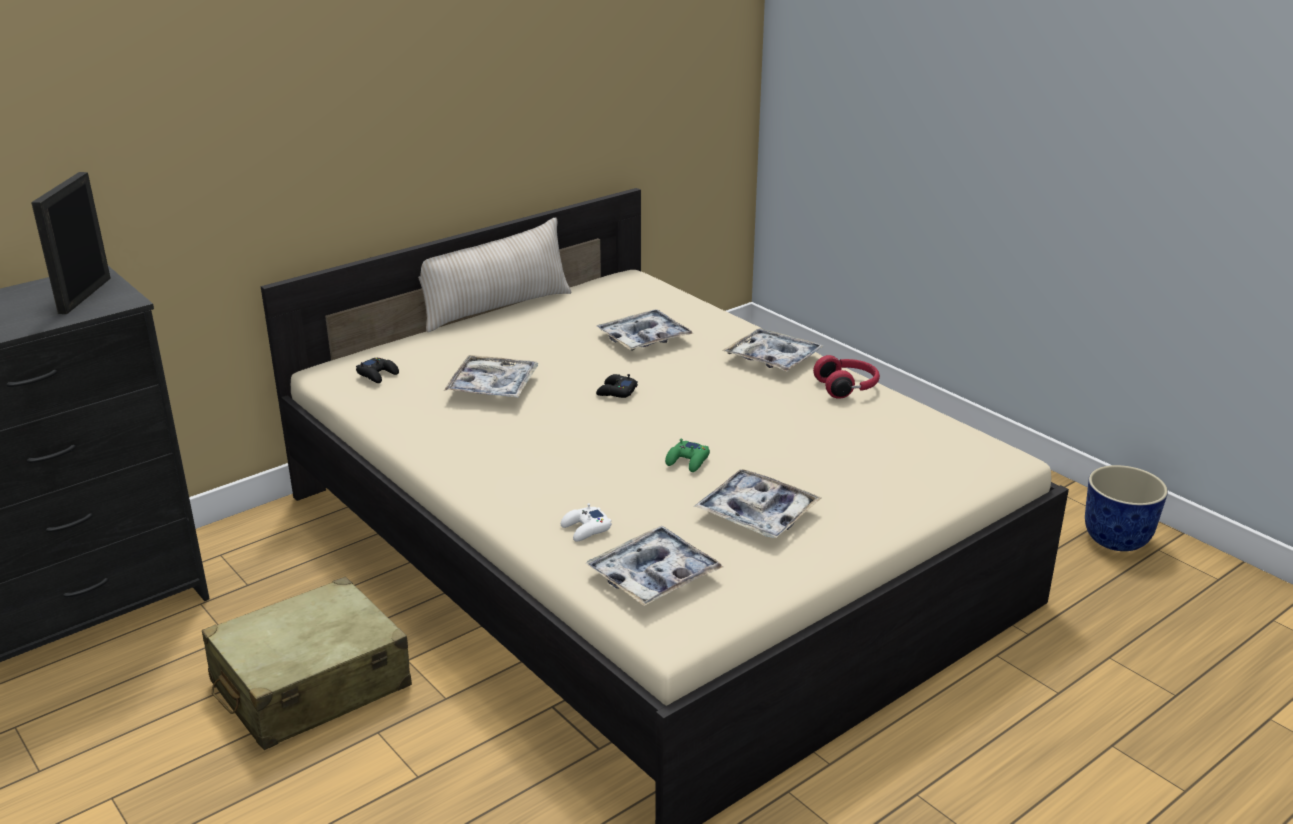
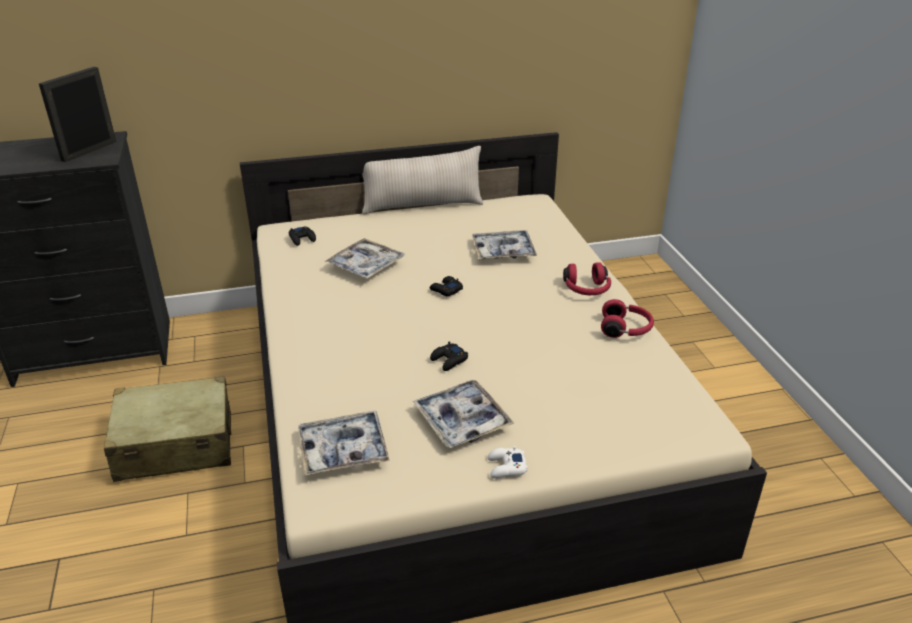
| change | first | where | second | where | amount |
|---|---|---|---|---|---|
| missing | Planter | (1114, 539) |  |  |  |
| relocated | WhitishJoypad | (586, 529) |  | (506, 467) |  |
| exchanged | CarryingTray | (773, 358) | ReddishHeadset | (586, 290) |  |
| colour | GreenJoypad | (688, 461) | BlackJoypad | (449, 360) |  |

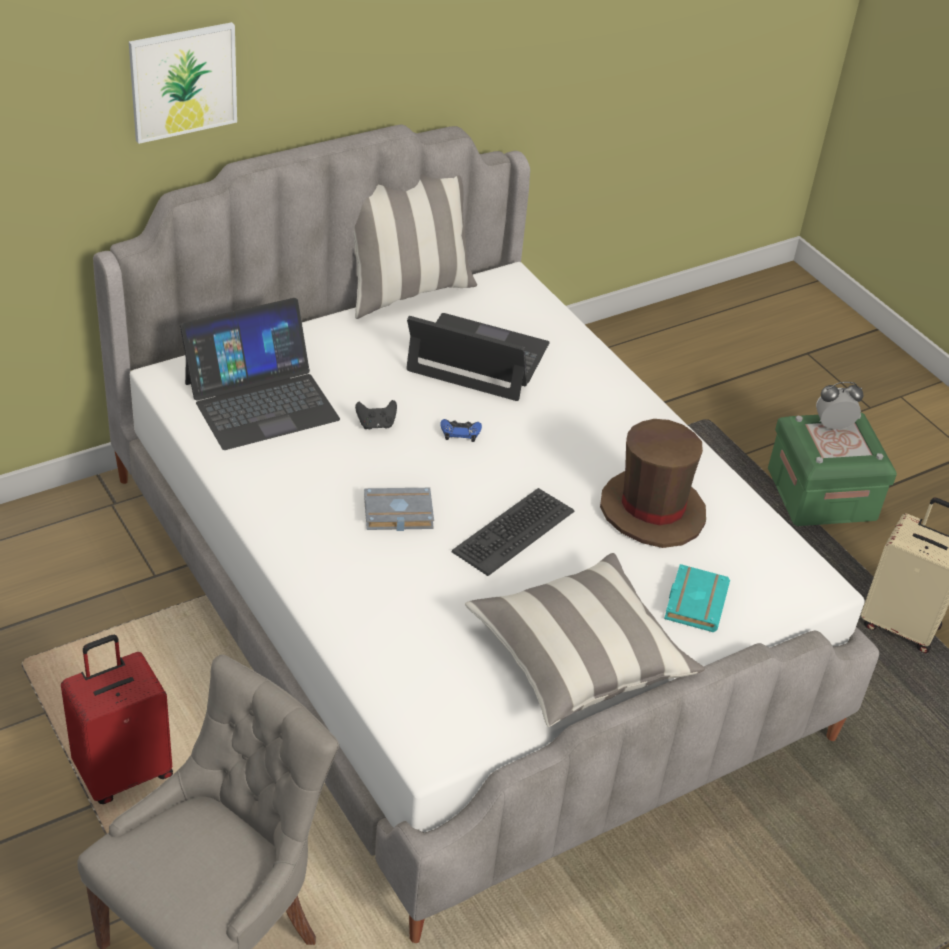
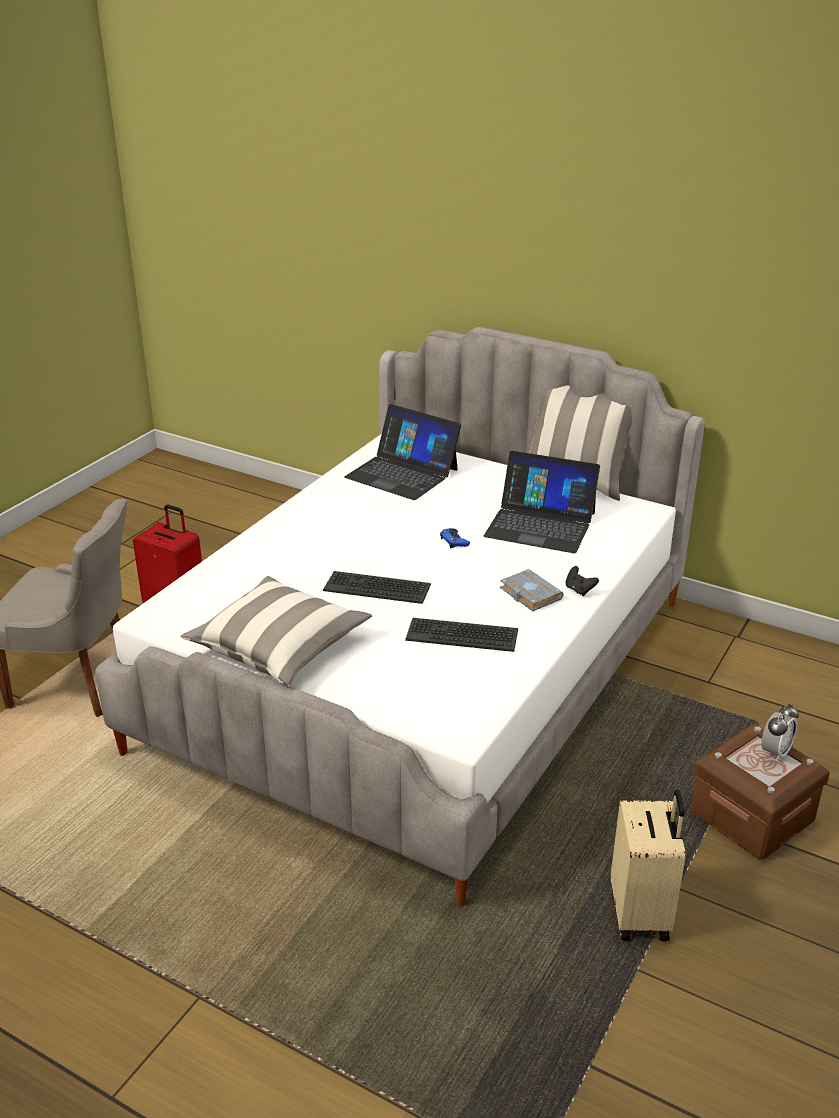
| change | first | where | second | where | amount |
|---|---|---|---|---|---|
| missing | Picture | (183, 81) |  |  |  |
| missing | BlueGreenVolume | (693, 601) |  |  |  |
| relocated | BlackJoypad | (376, 424) |  | (579, 590) |  |
| relocated | GreyishVolume | (397, 514) |  | (528, 594) |  |
| exchanged | BrownWearableHat | (652, 510) | ComputerKeyboard | (462, 635) |  |
| colour | GreenStorageBin | (821, 494) | BrownStorageBin | (751, 815) |  |
| spun | PortableComputer | (477, 358) |  | (540, 524) | 120 degrees clockwise |
| spun | TableClock | (833, 426) |  | (775, 752) | 75 degrees clockwise |

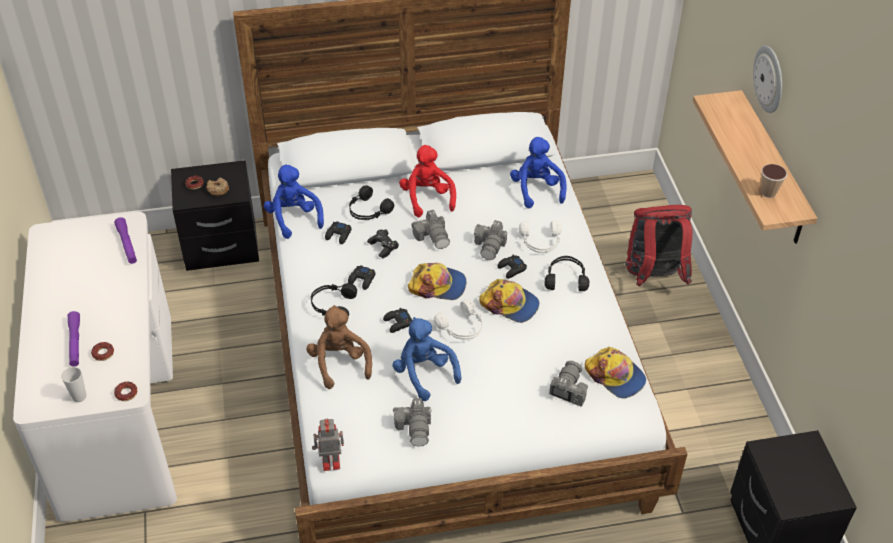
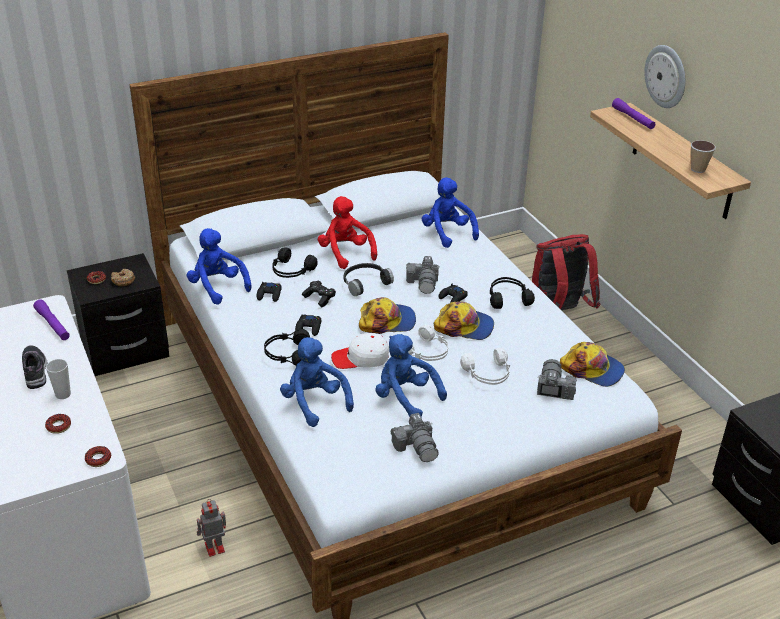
| change | first | where | second | where | amount |
|---|---|---|---|---|---|
| appeared |  |  | ItemOfFootwear | (35, 371) |  |
| relocated | DrinkingCup | (79, 397) |  | (63, 394) |  |
| relocated | PurplishHandTorch | (75, 342) |  | (633, 119) |  |
| relocated | RobotFigure | (329, 462) |  | (213, 547) |  |
| relocated | WhitishHeadset | (540, 242) |  | (488, 374) |  |
| exchanged | BlackJoypad | (397, 323) | WhitishPeakedCap | (361, 358) |  |
| exchanged | PhotoCamera | (433, 236) | BlackHeadset | (365, 283) |  |
| colour | BrownSoftToy | (339, 363) | BlueSoftToy | (314, 402) |  |

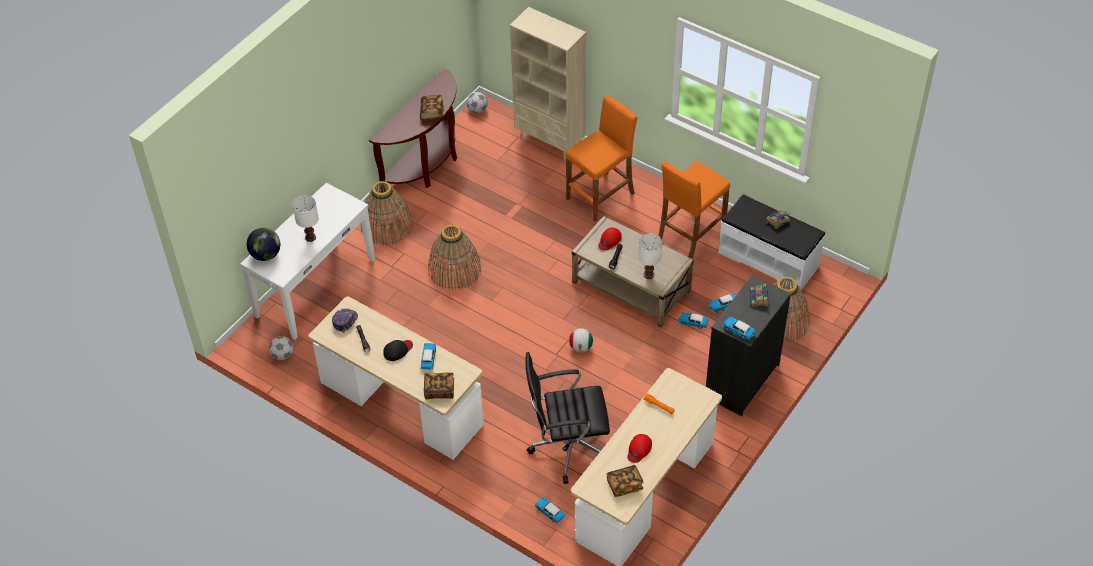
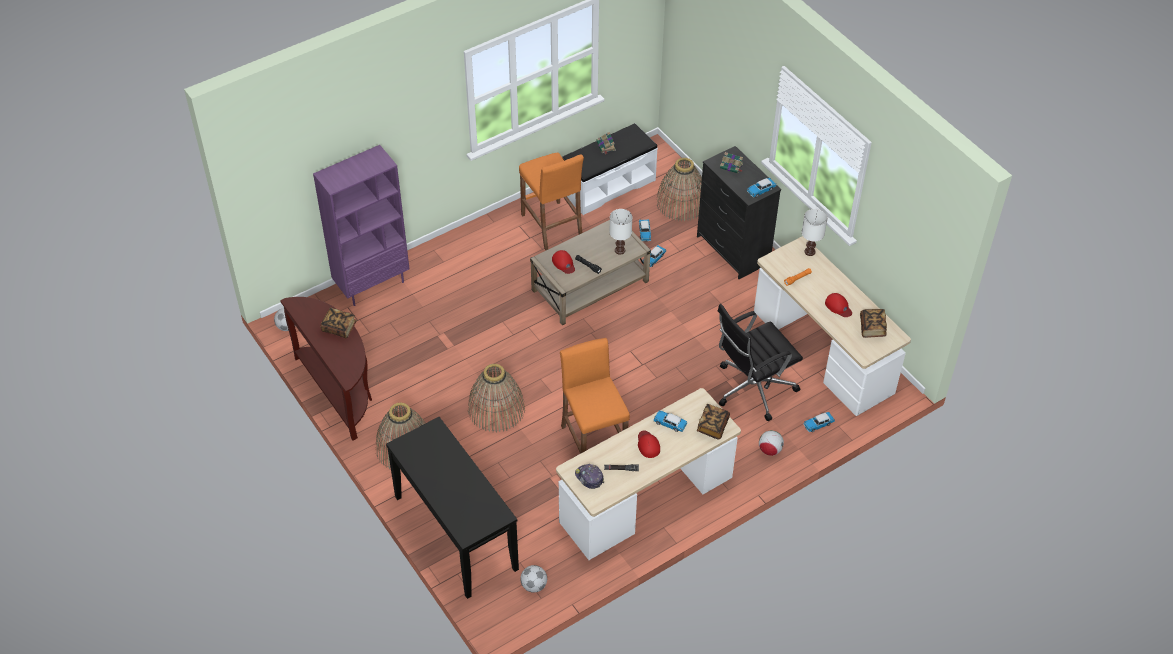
| change | first | where | second | where | amount |
|---|---|---|---|---|---|
| missing | Globe | (266, 255) |  |  |  |
| relocated | WhitishTableLamp | (310, 237) |  | (809, 252) |  |
| relocated | OrangeColouredStool | (601, 196) |  | (593, 443) |  |
| relocated | Football | (581, 347) |  | (770, 450) |  |
| colour | WhitishConsoleTable | (315, 287) | BlackConsoleTable | (455, 533) |  |
| colour | BlackPeakedCap | (398, 350) | ReddishPeakedCap | (648, 445) |  |
| colour | BeigeColouredShelvingUnit | (551, 143) | PurplishShelvingUnit | (372, 284) |  |
| spun | BlackOfficeChair | (568, 447) |  | (752, 389) | 45 degrees clockwise |

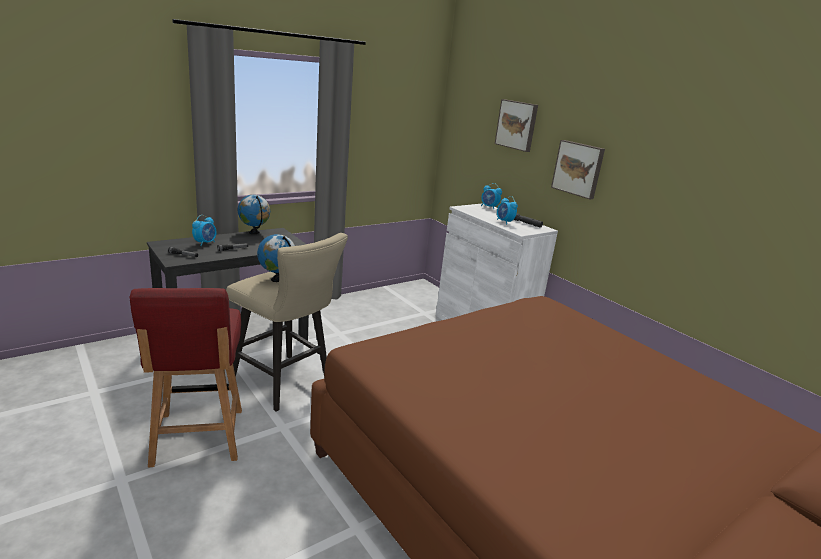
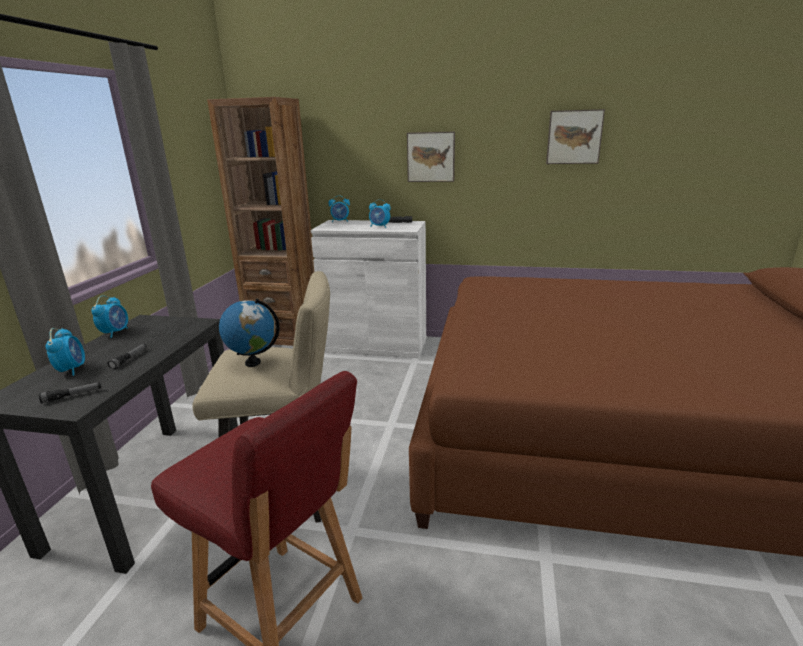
| change | first | where | second | where | amount |
|---|---|---|---|---|---|
| appeared |  |  | BrownShelvingUnit | (285, 340) |  |
| relocated | Picture | (517, 125) |  | (574, 137) |  |
| exchanged | Globe | (254, 232) | TableClock | (115, 332) |  |

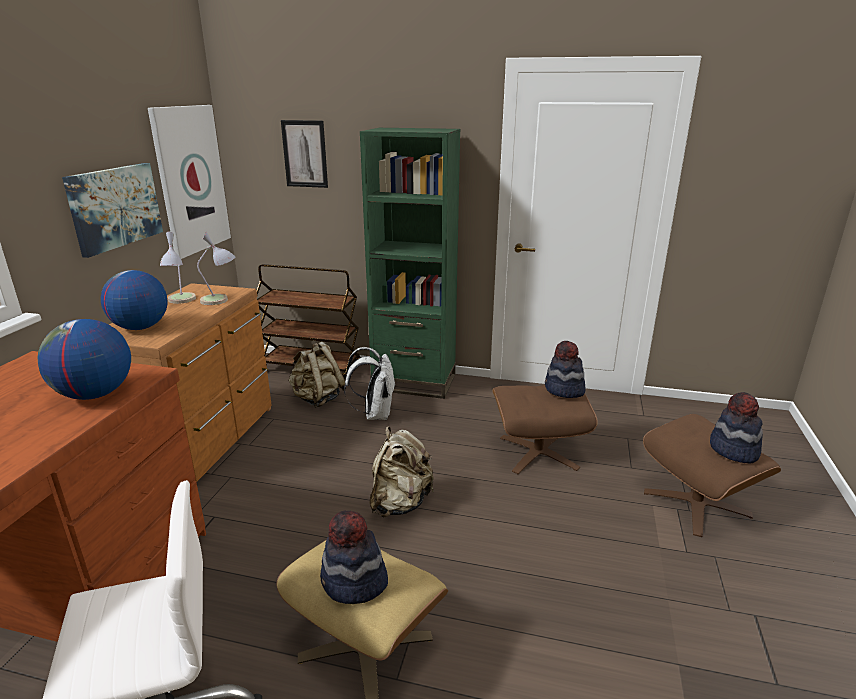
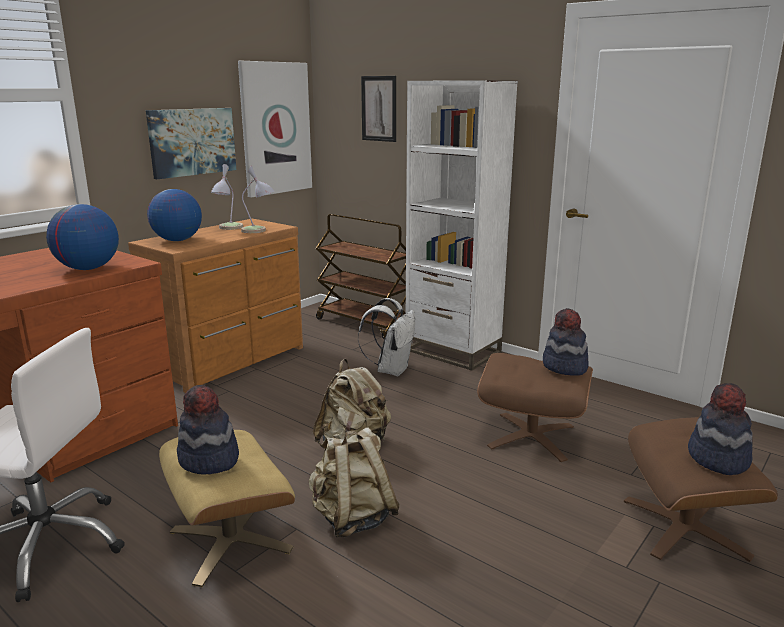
| change | first | where | second | where | amount |
|---|---|---|---|---|---|
| relocated | BeigeColouredBackpack | (318, 399) |  | (352, 518) |  |
| colour | GreenShelvingUnit | (414, 382) | WhitishShelvingUnit | (452, 351) |  |

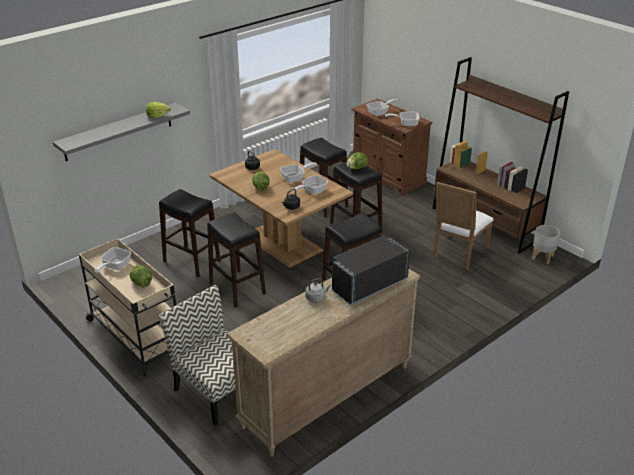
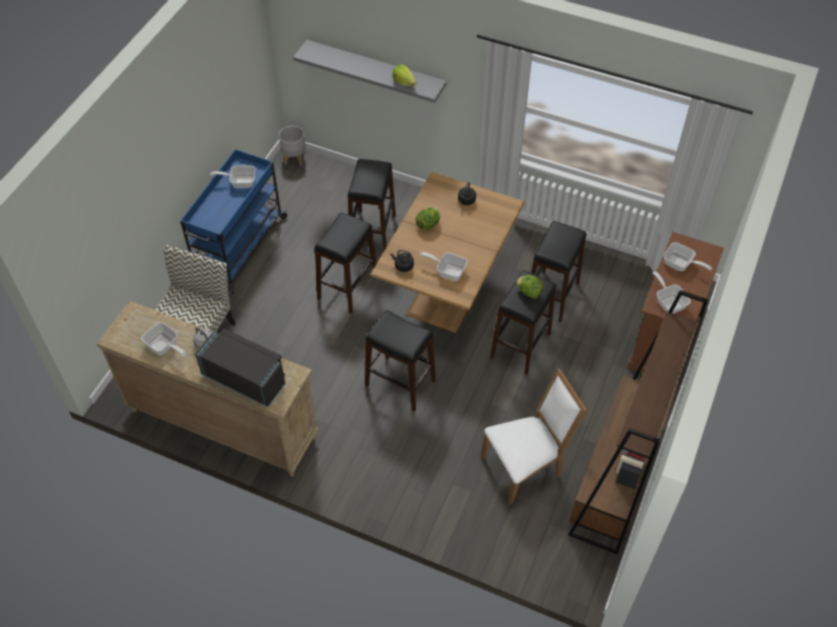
| change | first | where | second | where | amount |
|---|---|---|---|---|---|
| missing | LettuceHead | (141, 283) |  |  |  |
| relocated | Skillet | (295, 178) |  | (164, 347) |  |
| relocated | GreyishPlanter | (542, 257) |  | (294, 158) |  |
| colour | BeigeColouredTrolley | (137, 337) | BlueTrolley | (239, 248) |  |
| spun | WhitishChair | (457, 254) |  | (526, 466) | 150 degrees clockwise |

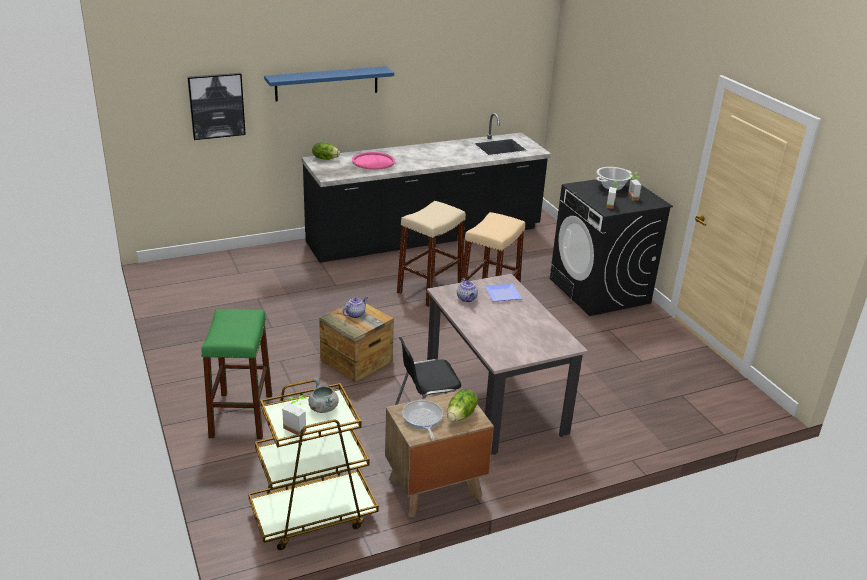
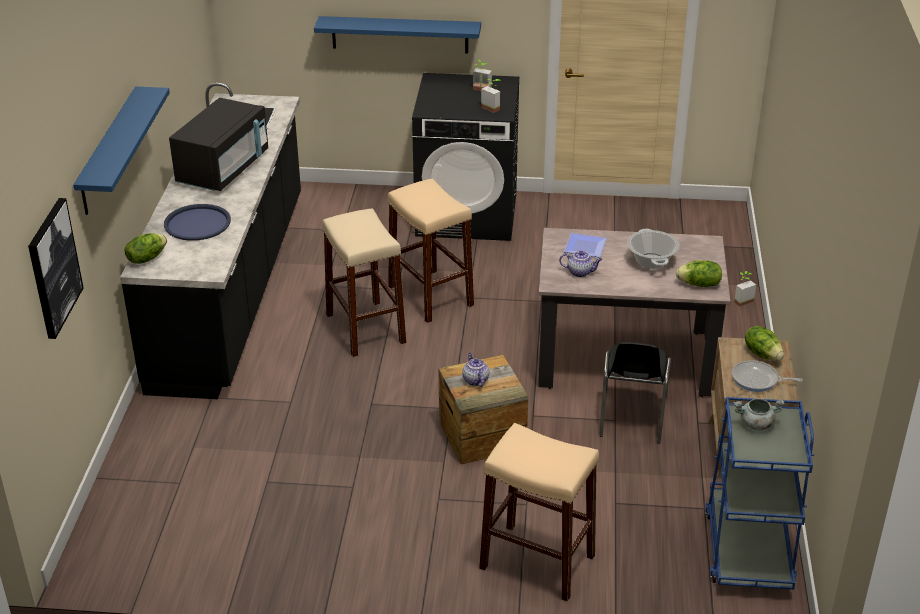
| change | first | where | second | where | amount |
|---|---|---|---|---|---|
| appeared |  |  | BlackKitchenMicrowave | (223, 169) |  |
| appeared |  |  | BlueShelf | (400, 34) |  |
| appeared |  |  | LettuceHead | (699, 284) |  |
| relocated | Houseplant | (297, 427) |  | (741, 300) |  |
| relocated | Stockpot | (612, 186) |  | (651, 261) |  |
| colour | GreenStool | (241, 415) | BeigeColouredStool | (537, 562) |  |
| colour | BrownTrolley | (313, 515) | BlueTrolley | (748, 548) |  |
| colour | PinkishCarryingTray | (373, 161) | BlueCarryingTray | (197, 223) |  |

